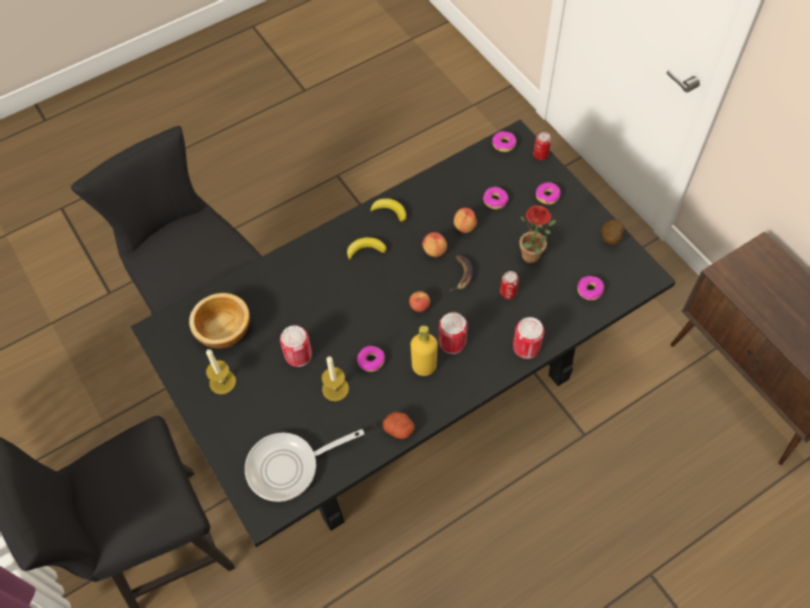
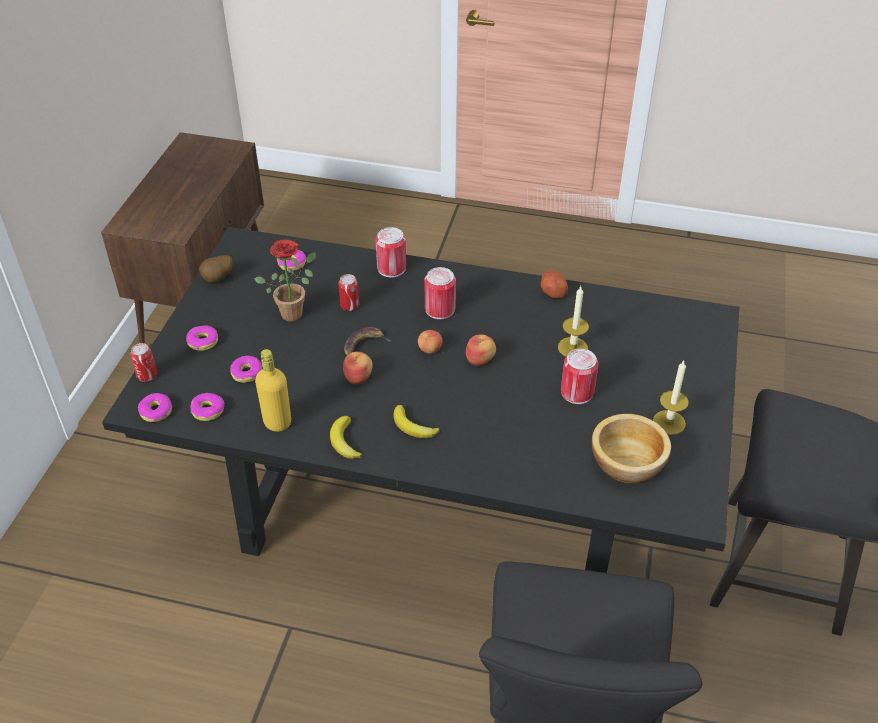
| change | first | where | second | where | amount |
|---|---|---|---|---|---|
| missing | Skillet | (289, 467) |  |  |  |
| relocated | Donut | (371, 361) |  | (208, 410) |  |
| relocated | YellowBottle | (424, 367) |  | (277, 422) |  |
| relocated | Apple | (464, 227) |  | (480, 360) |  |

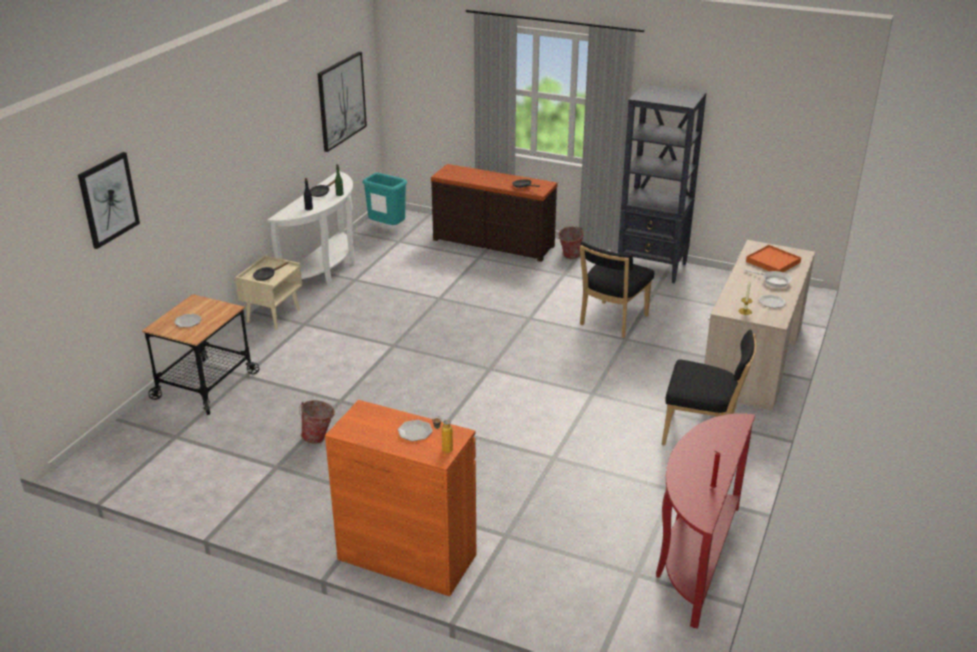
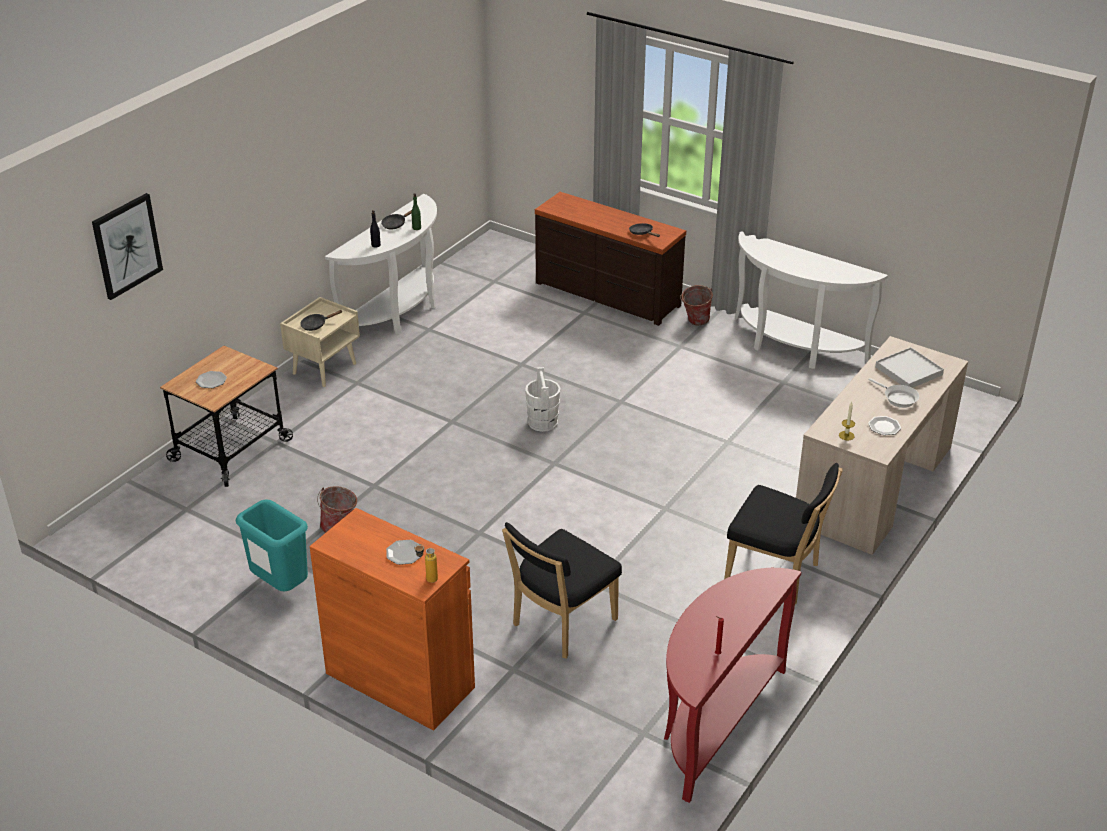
| change | first | where | second | where | amount |
|---|---|---|---|---|---|
| missing | Picture | (341, 101) |  |  |  |
| appeared |  |  | WhitishBucket | (543, 422) |  |
| relocated | BlueGreenWasteBin | (386, 228) |  | (279, 586) |  |
| relocated | BlackChair | (611, 322) |  | (560, 624) |  |
| exchanged | BlackShelvingUnit | (652, 268) | WhitishConsoleTable | (793, 348) |  |
| colour | OrangeColouredCarryingTray | (773, 262) | WhitishCarryingTray | (908, 371) |  |

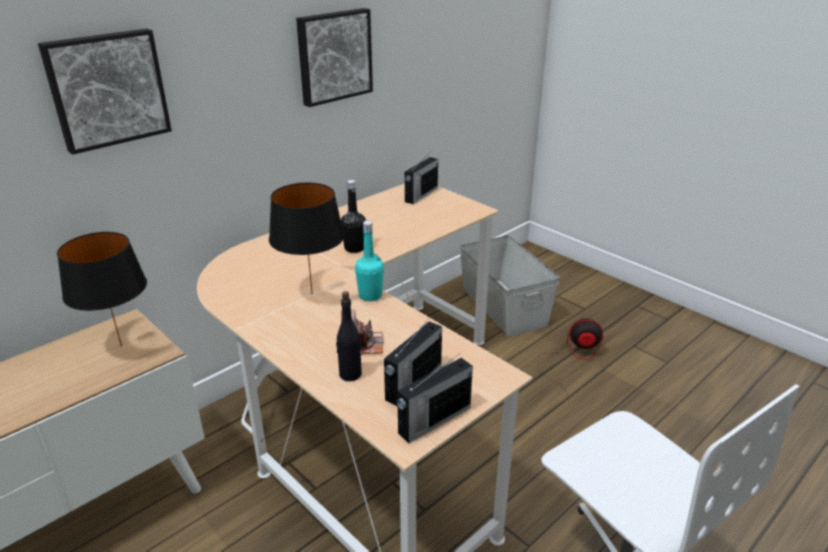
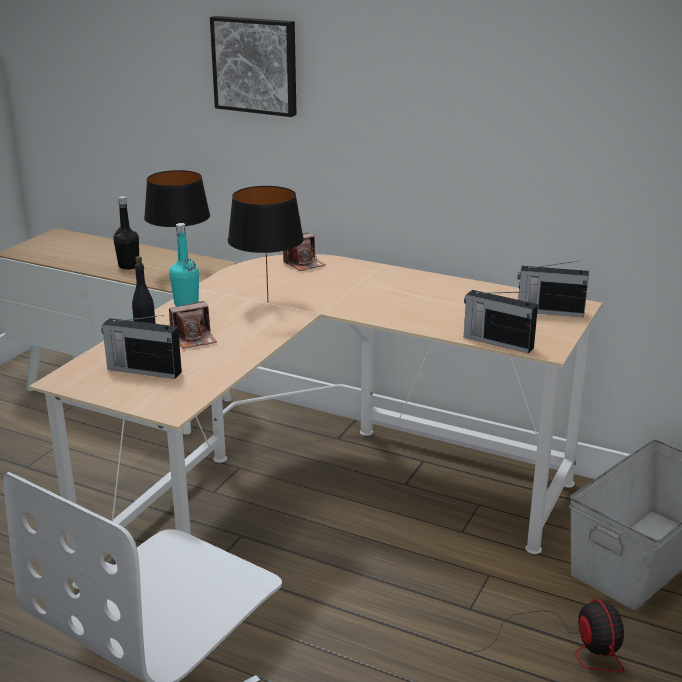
| change | first | where | second | where | amount |
|---|---|---|---|---|---|
| missing | Picture | (333, 56) |  |  |  |
| appeared |  |  | PhotoCamera | (304, 264) |  |
| relocated | BlackBottle | (354, 248) |  | (129, 266) |  |
| relocated | BlueGreenBottle | (370, 295) |  | (186, 304) |  |
| relocated | Radio | (433, 421) |  | (497, 342) |  |

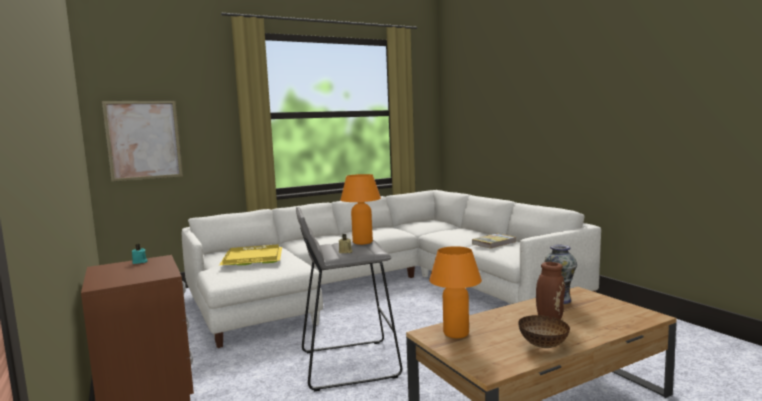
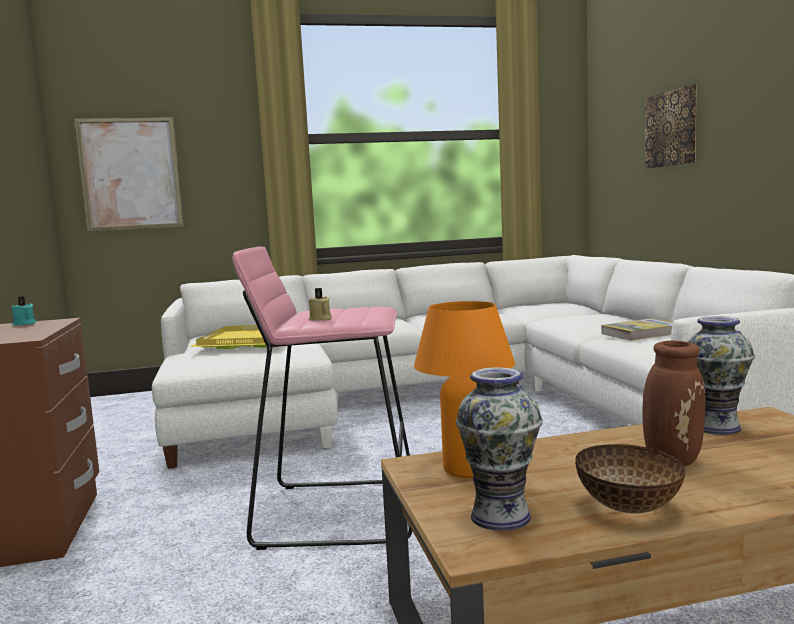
| change | first | where | second | where | amount |
|---|---|---|---|---|---|
| missing | OrangeColouredTableLamp | (362, 242) |  |  |  |
| appeared |  |  | Vase | (500, 516) |  |
| appeared |  |  | Picture | (672, 128) |  |
| colour | GreyishStool | (348, 364) | PinkishStool | (336, 512) |  |

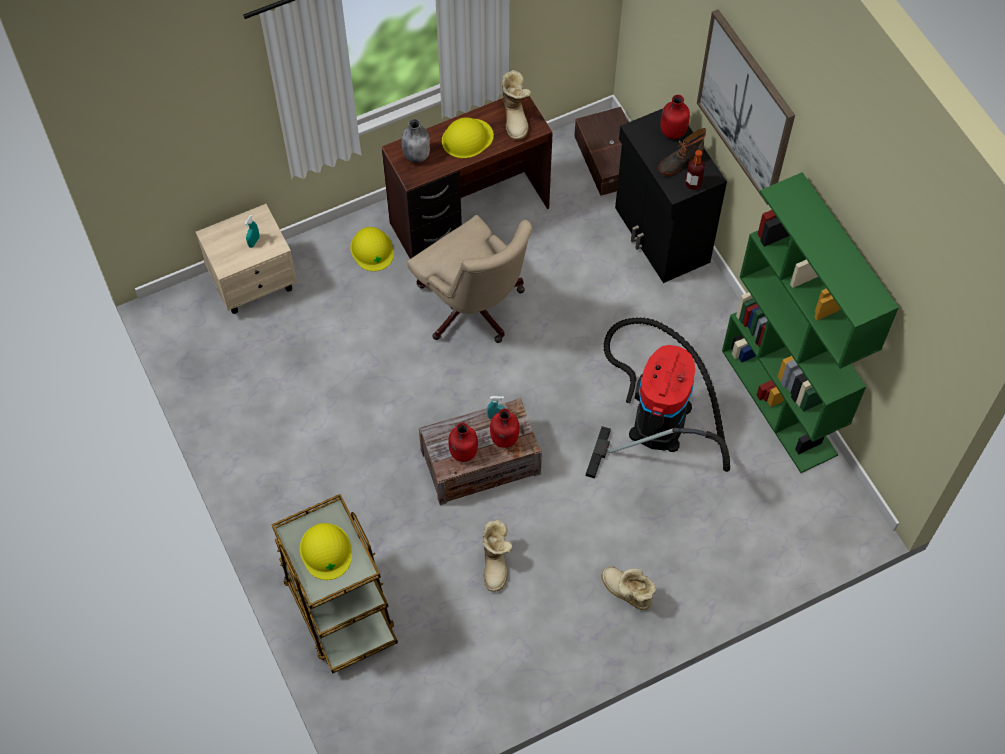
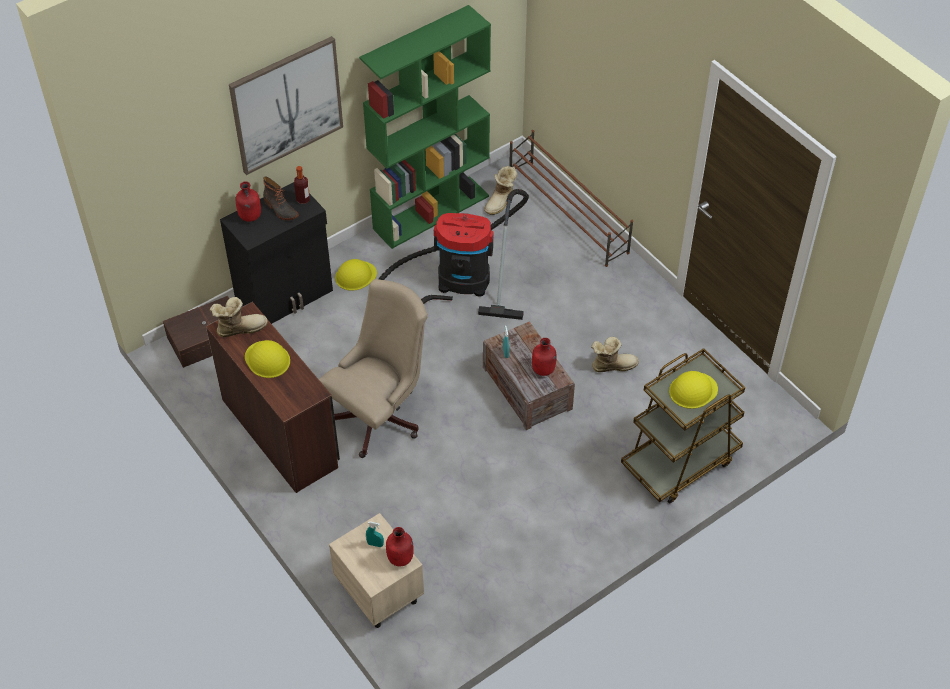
| change | first | where | second | where | amount |
|---|---|---|---|---|---|
| missing | GreyishBottle | (417, 155) |  |  |  |
| appeared |  |  | BrownShoeRack | (568, 214) |  |
| relocated | YellowSafetyHelmet | (372, 249) |  | (355, 276) |  |
| relocated | ReddishBottle | (504, 439) |  | (401, 558) |  |
| relocated | Boot | (626, 593) |  | (501, 202) |  |

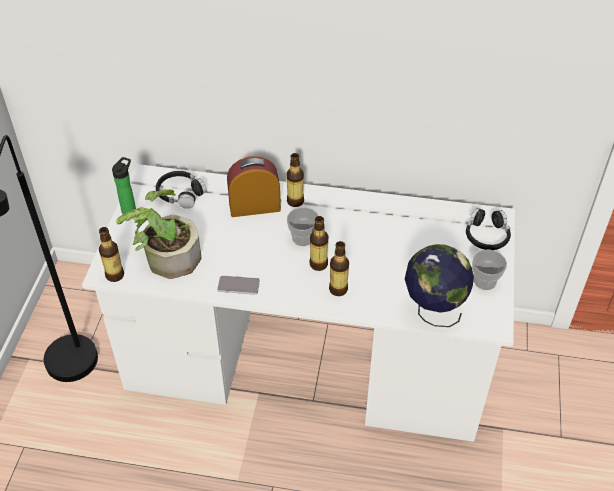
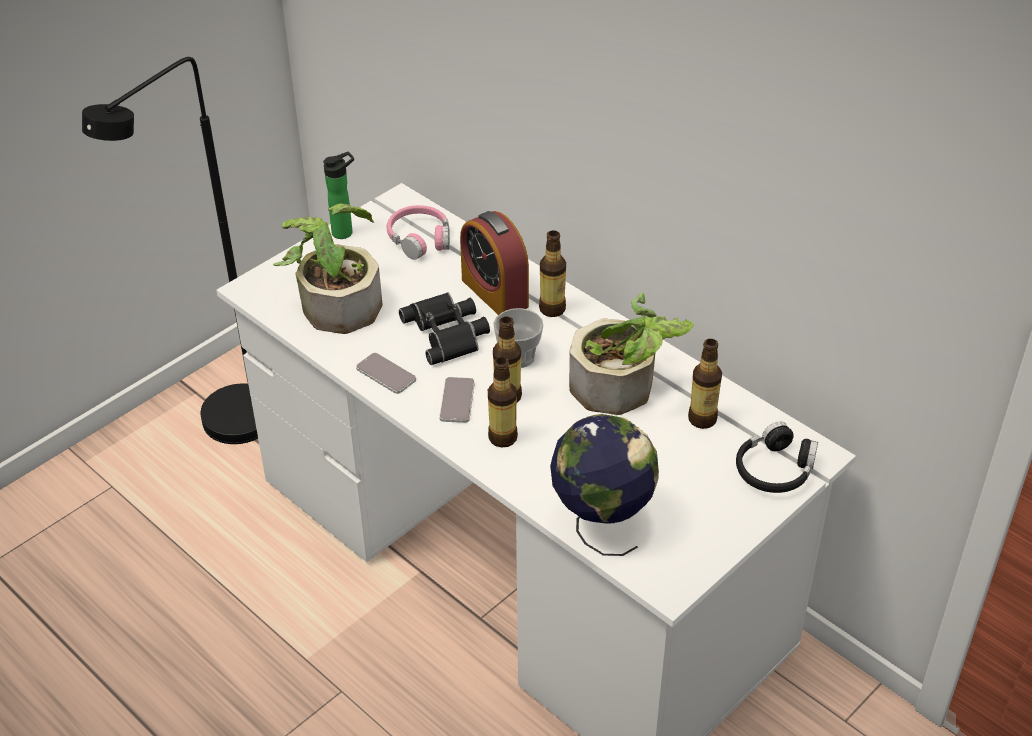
| change | first | where | second | where | amount |
|---|---|---|---|---|---|
| missing | DrinkingCup | (485, 281) |  |  |  |
| appeared |  |  | BlackBinoculars | (448, 332) |  |
| appeared |  |  | Telephone | (457, 401) |  |
| appeared |  |  | Houseplant | (624, 386) |  |
| relocated | Bottle | (115, 275) |  | (702, 419) |  |
| colour | BlackHeadset | (180, 194) | PinkishHeadset | (420, 239) |  |
| spun | TableClock | (254, 206) |  | (495, 293) | 150 degrees counterclockwise |

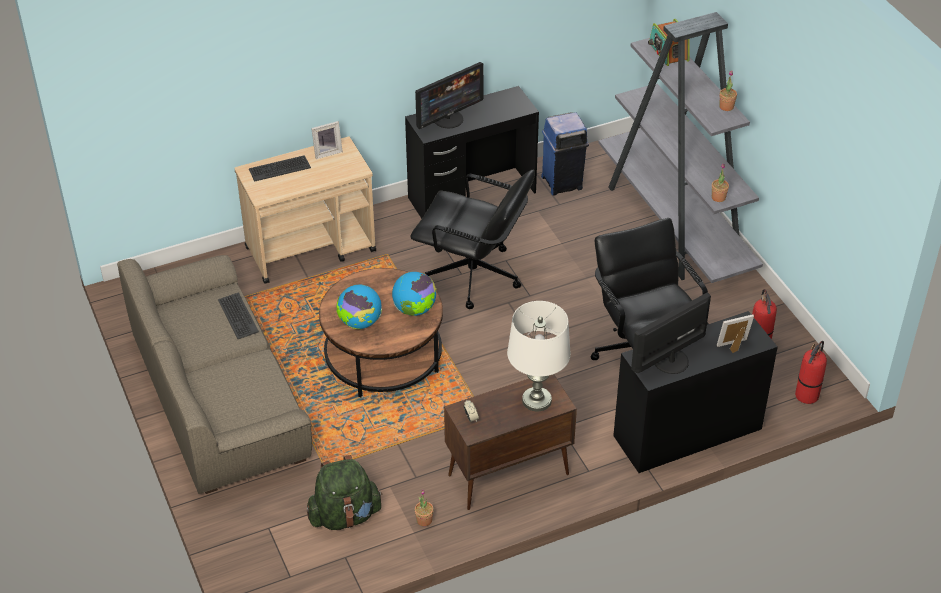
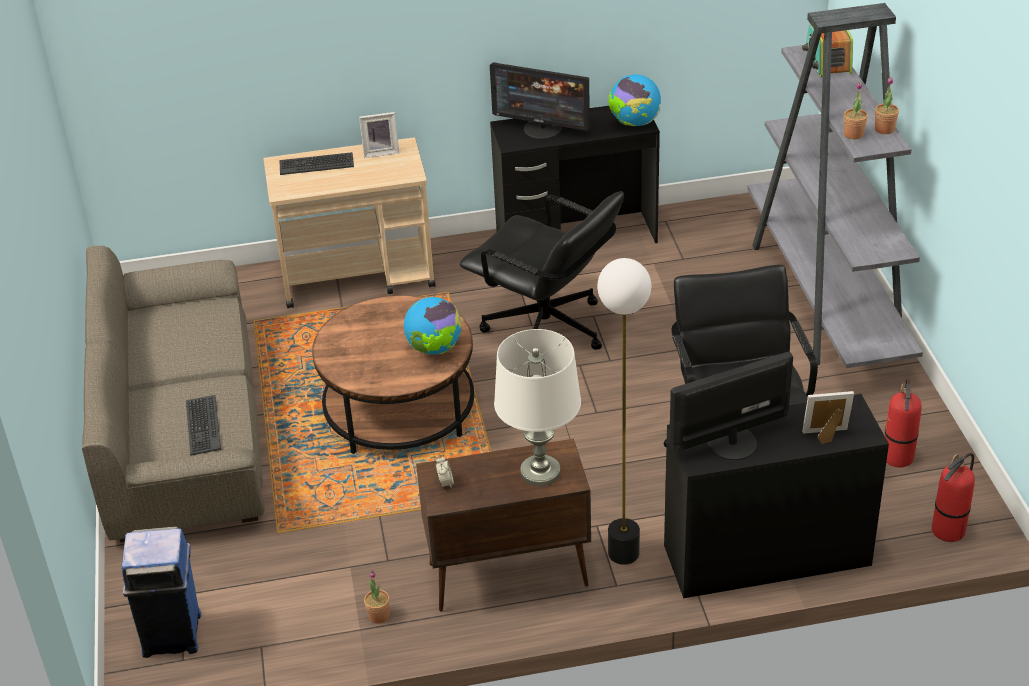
| change | first | where | second | where | amount |
|---|---|---|---|---|---|
| missing | GreenBackpack | (345, 516) |  |  |  |
| appeared |  |  | StandardLamp | (623, 553) |  |
| relocated | ComputerKeyboard | (237, 316) |  | (202, 425) |  |
| relocated | Globe | (360, 323) |  | (634, 123) |  |
| relocated | BlueWasteBin | (562, 182) |  | (173, 634) |  |
| relocated | Houseplant | (718, 197) |  | (853, 134) |  |
| spun | ComputerScreen | (448, 119) |  | (542, 129) | 45 degrees clockwise |

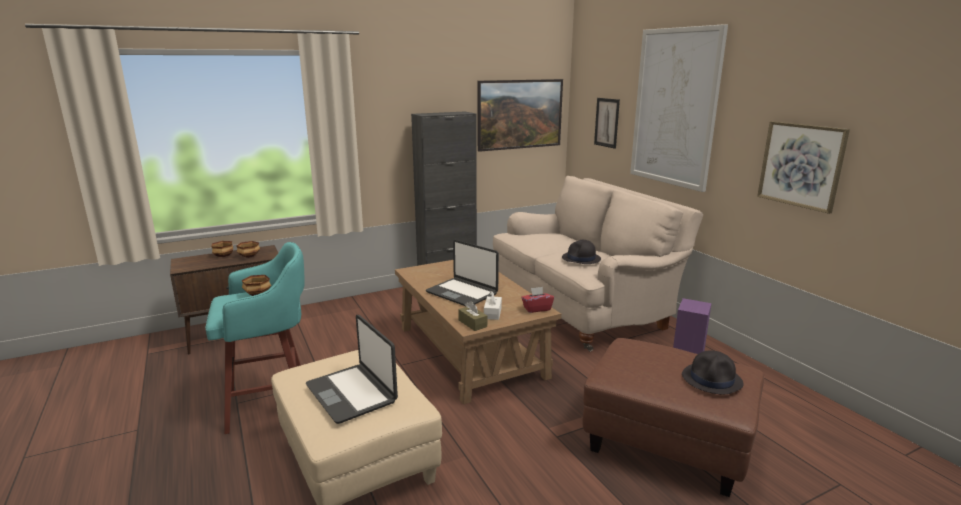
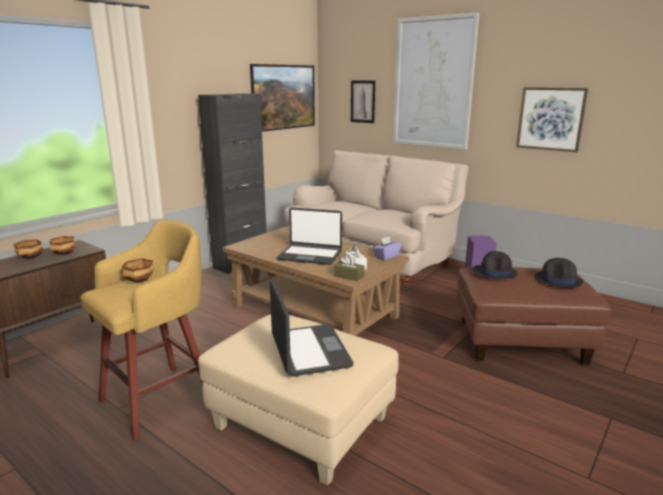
| change | first | where | second | where | amount |
|---|---|---|---|---|---|
| relocated | BlackWearableHat | (581, 259) |  | (495, 272) |  |
| colour | BlueGreenStool | (271, 403) | YellowStool | (160, 399) |  |
| colour | ReddishTissueHolder | (537, 309) | PurplishTissueHolder | (386, 256) |  |
| spun | PortableComputer | (352, 393) |  | (309, 351) | 135 degrees counterclockwise |

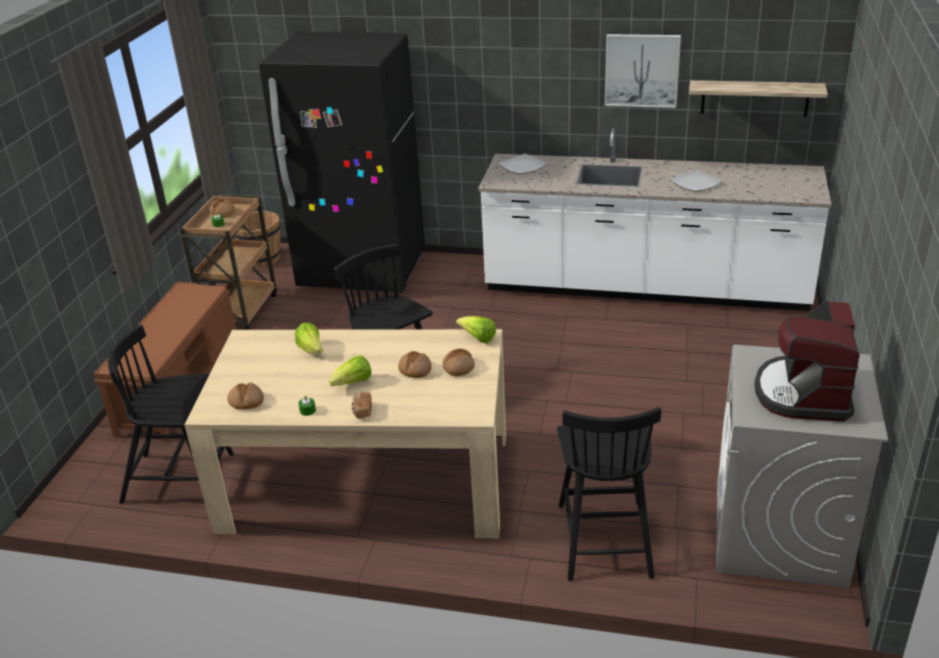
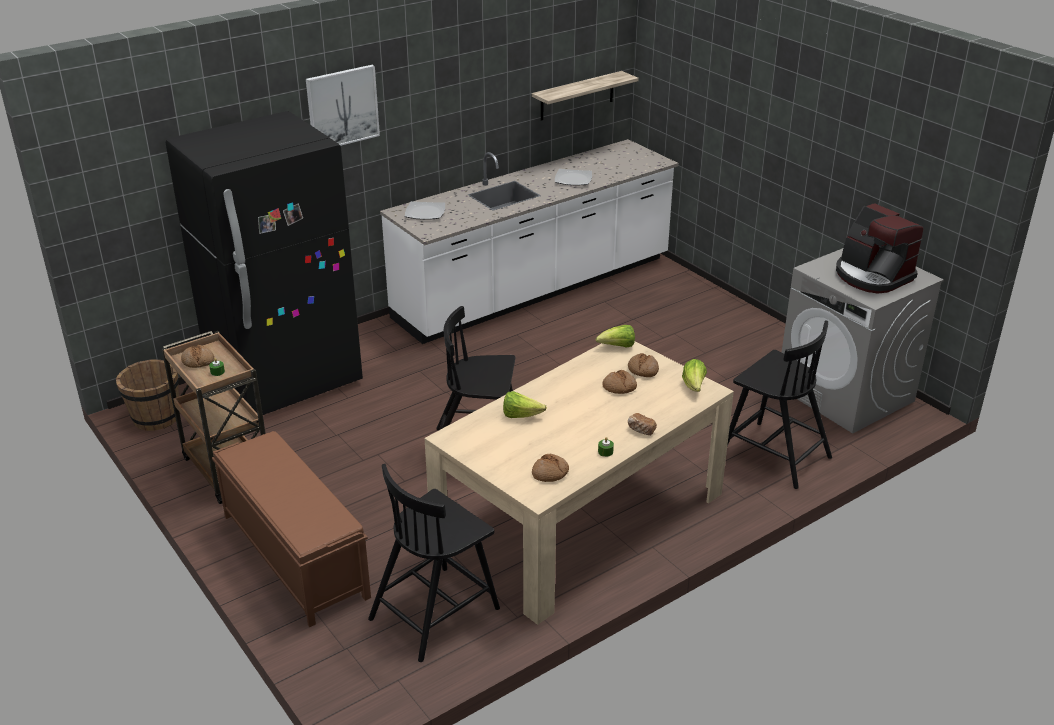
| change | first | where | second | where | amount |
|---|---|---|---|---|---|
| relocated | LettuceHead | (353, 383) |  | (694, 386) |  |
| relocated | Picture | (642, 70) |  | (342, 107) |  |

